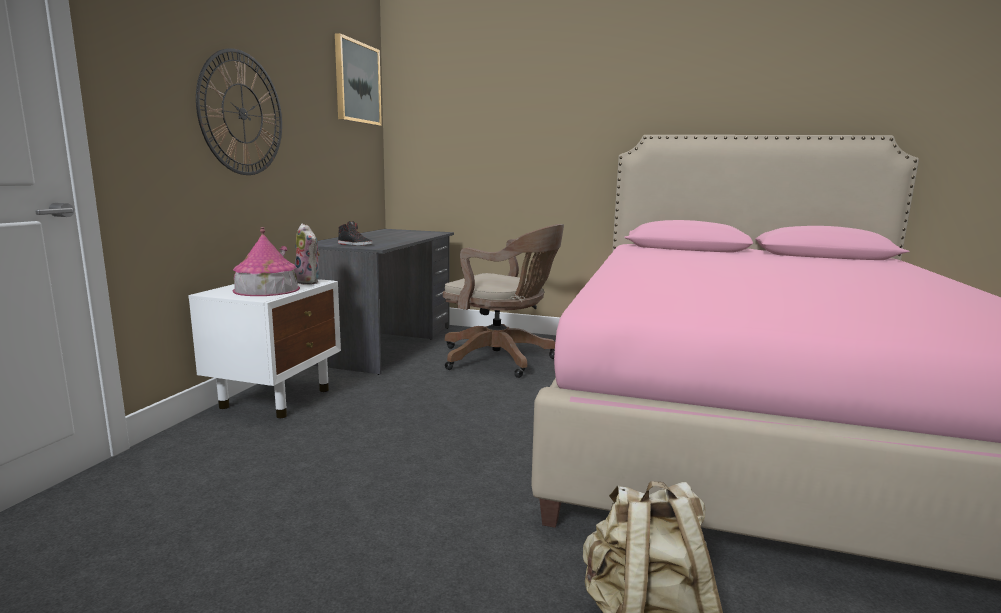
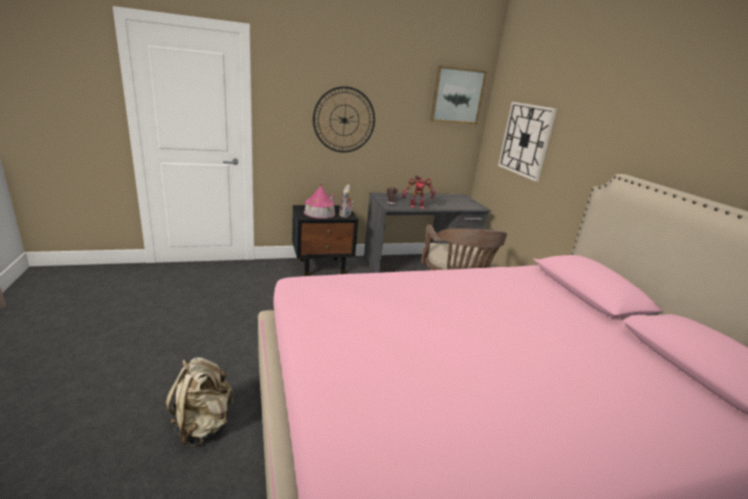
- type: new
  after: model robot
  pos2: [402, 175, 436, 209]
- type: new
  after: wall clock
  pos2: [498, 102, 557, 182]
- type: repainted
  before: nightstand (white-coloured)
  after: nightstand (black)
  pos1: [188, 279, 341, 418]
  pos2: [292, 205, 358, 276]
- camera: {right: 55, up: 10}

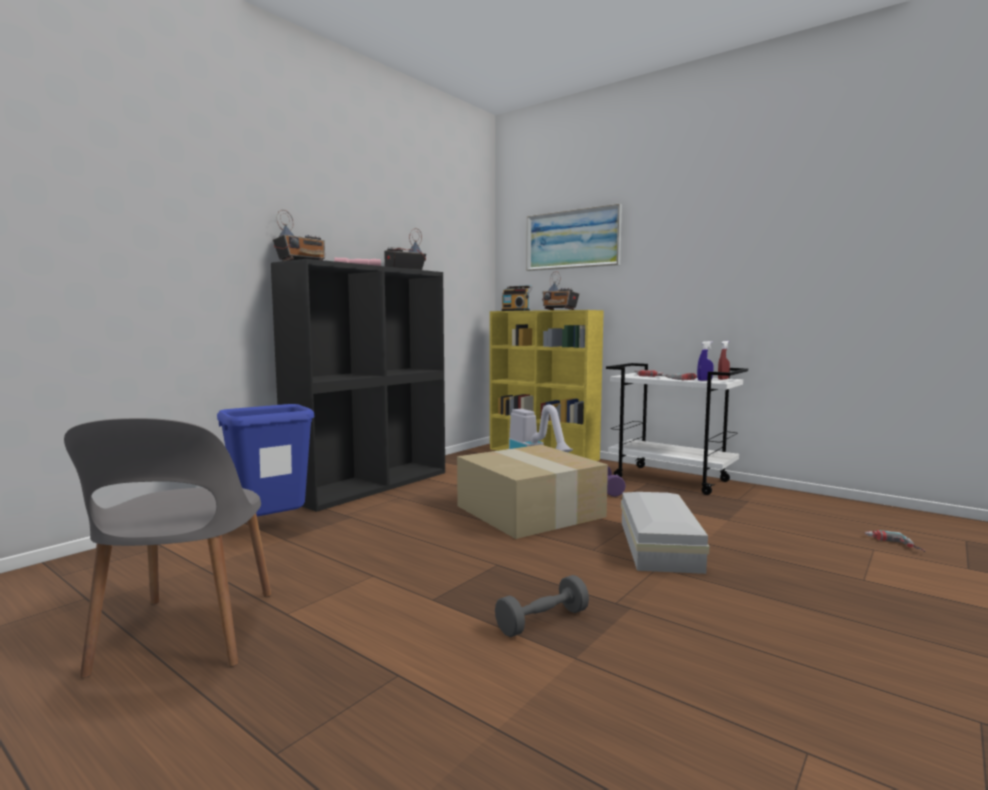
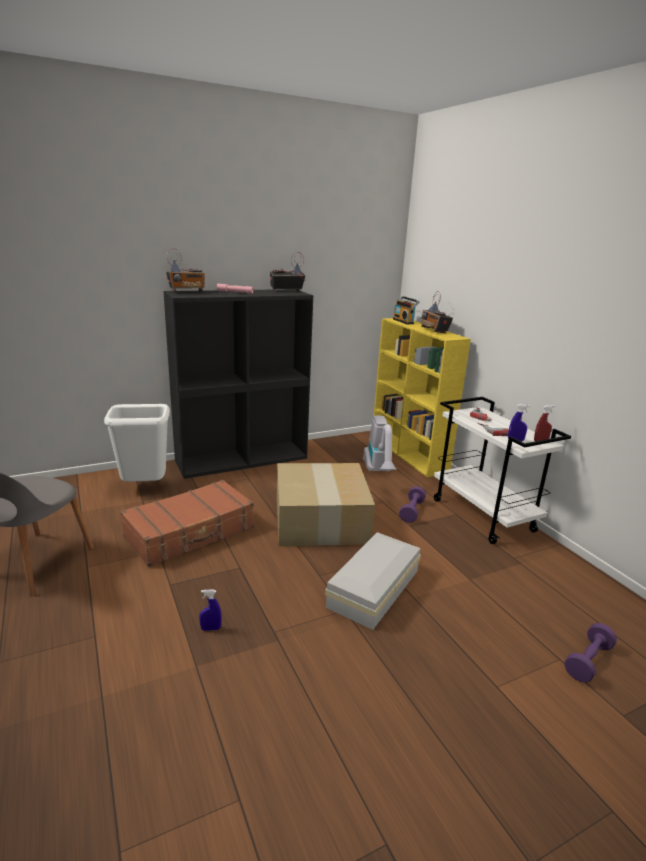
- type: gone
  before: wall art
  pos1: [526, 204, 622, 271]
- type: new
  after: suitcase (brown)
  pos2: [120, 480, 254, 567]
- type: swapped
  before: hand weight (greyish)
  after: hand sprayer (blue)
  pos1: [495, 575, 589, 637]
  pos2: [199, 589, 222, 631]
- type: swapped
  before: drill
  after: hand weight (purplish)
  pos1: [865, 530, 925, 552]
  pos2: [565, 623, 617, 683]
- type: repainted
  before: rubbish bin (blue)
  after: rubbish bin (white-coloured)
  pos1: [217, 404, 315, 516]
  pos2: [104, 404, 170, 482]
- camera: {right: 25, up: 15}

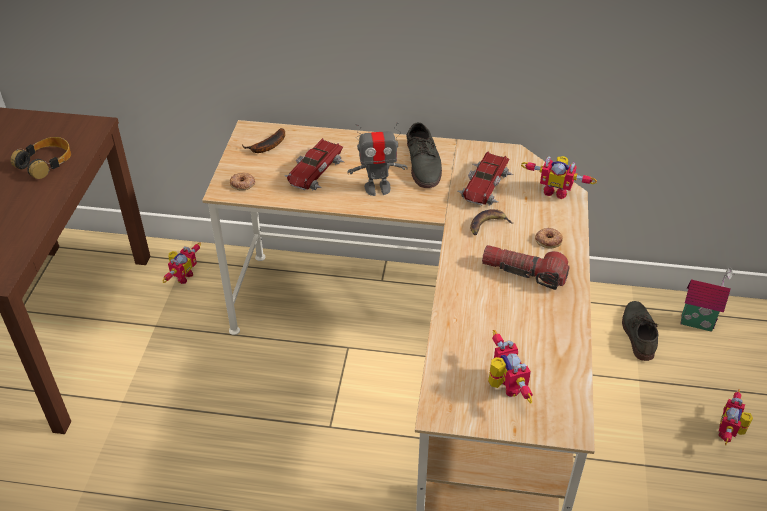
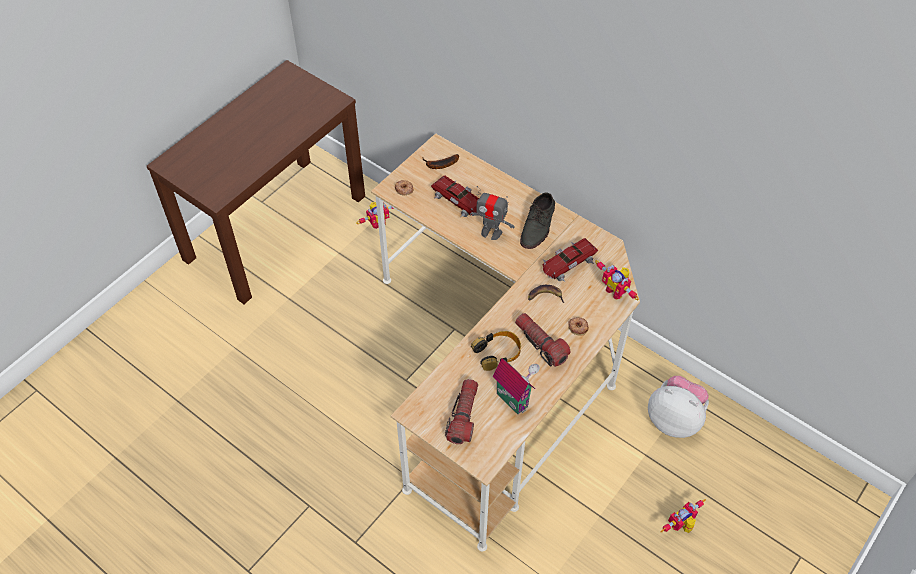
- type: shifted
  before: headset
  pos1: [10, 137, 71, 179]
  pos2: [471, 331, 521, 371]
- type: shifted
  before: toy house
  pos1: [680, 267, 736, 332]
  pos2: [492, 358, 540, 414]
- type: swapped
  before: model robot
  after: torch
  pos1: [488, 330, 533, 403]
  pos2: [445, 379, 478, 444]
- type: swapped
  before: low shoe (greyish)
  after: plush toy
  pos1: [622, 301, 658, 361]
  pos2: [648, 376, 709, 438]
- type: rotated
  before: toy car
  pos1: [285, 138, 344, 191]
  pos2: [431, 175, 479, 217]
  turn: -105
- camera: {right: 30, up: 10}

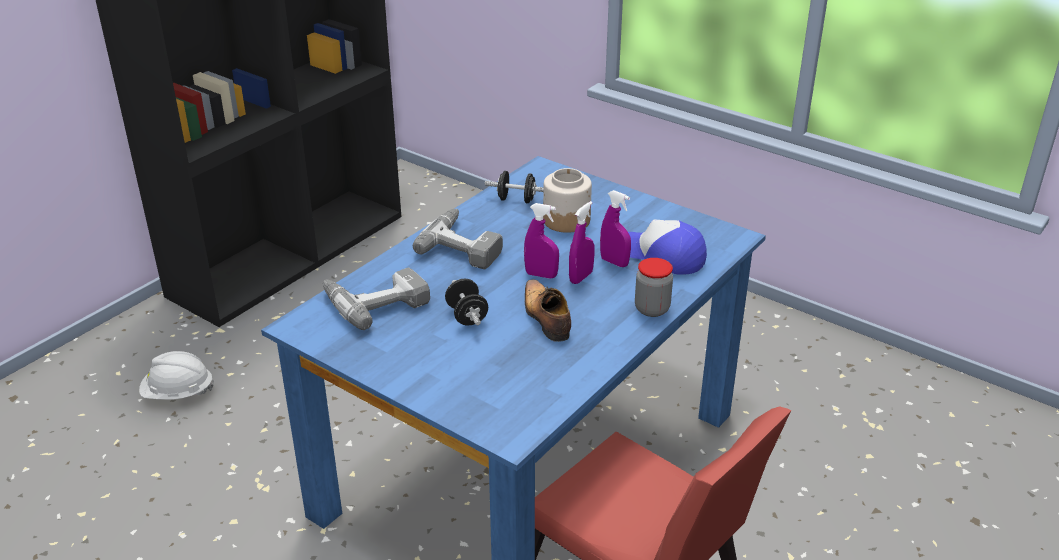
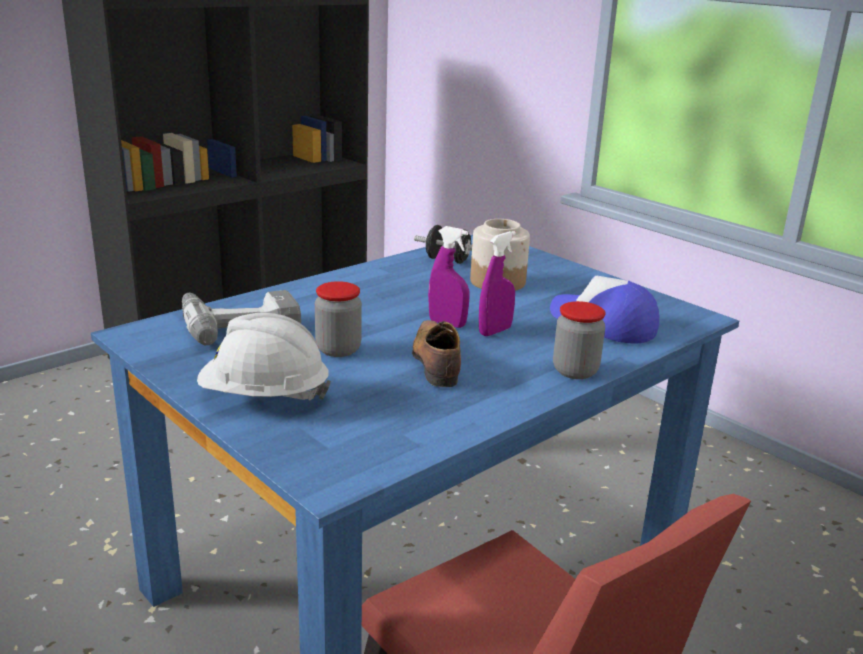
- type: gone
  before: drill
  pos1: [413, 209, 503, 270]
- type: gone
  before: hand sprayer (purplish)
  pos1: [600, 190, 631, 267]
- type: shifted
  before: safety helmet (white-coloured)
  pos1: [139, 351, 214, 400]
  pos2: [197, 313, 331, 400]
- type: swapped
  before: hand weight (black)
  after: preserve jar
  pos1: [445, 279, 488, 325]
  pos2: [315, 281, 362, 357]
- camera: {right: 10, up: -10}

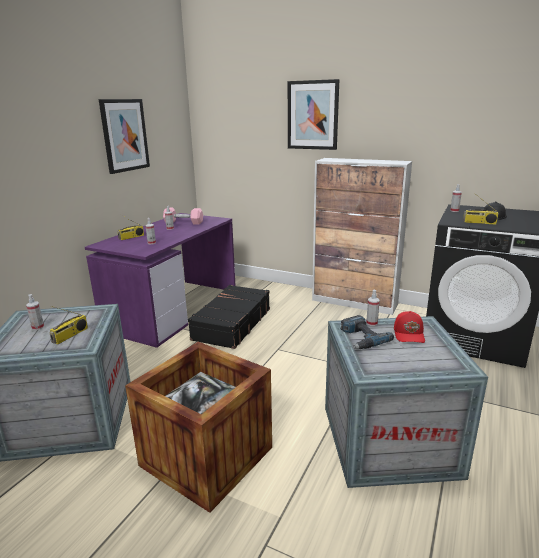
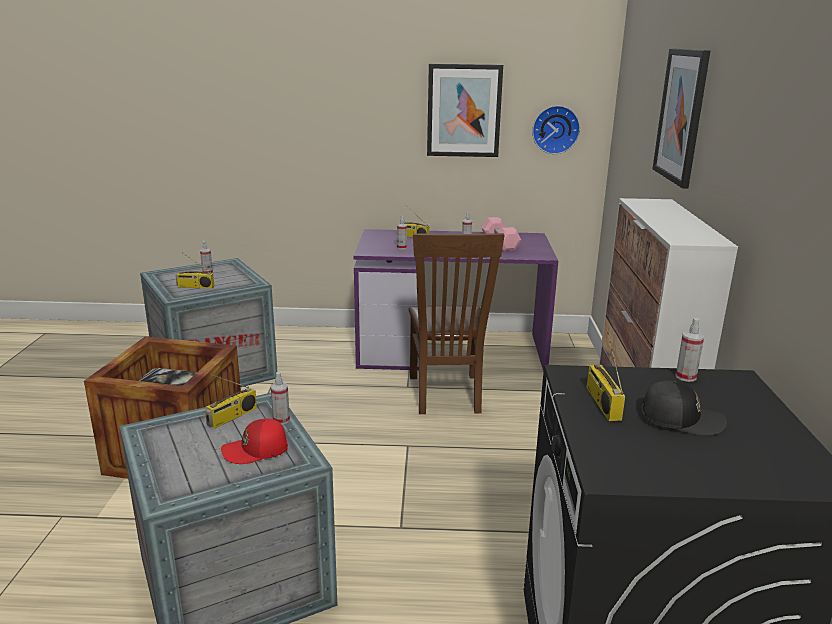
- type: new
  after: wall clock
  pos2: [532, 105, 580, 154]
- type: swapped
  before: suitcase (black)
  after: plain chair (brown)
  pos1: [188, 285, 270, 349]
  pos2: [409, 233, 505, 414]
- type: swapped
  before: drill
  after: radio set
  pos1: [340, 315, 394, 349]
  pos2: [205, 374, 257, 429]
- camera: {right: 65, up: 0}

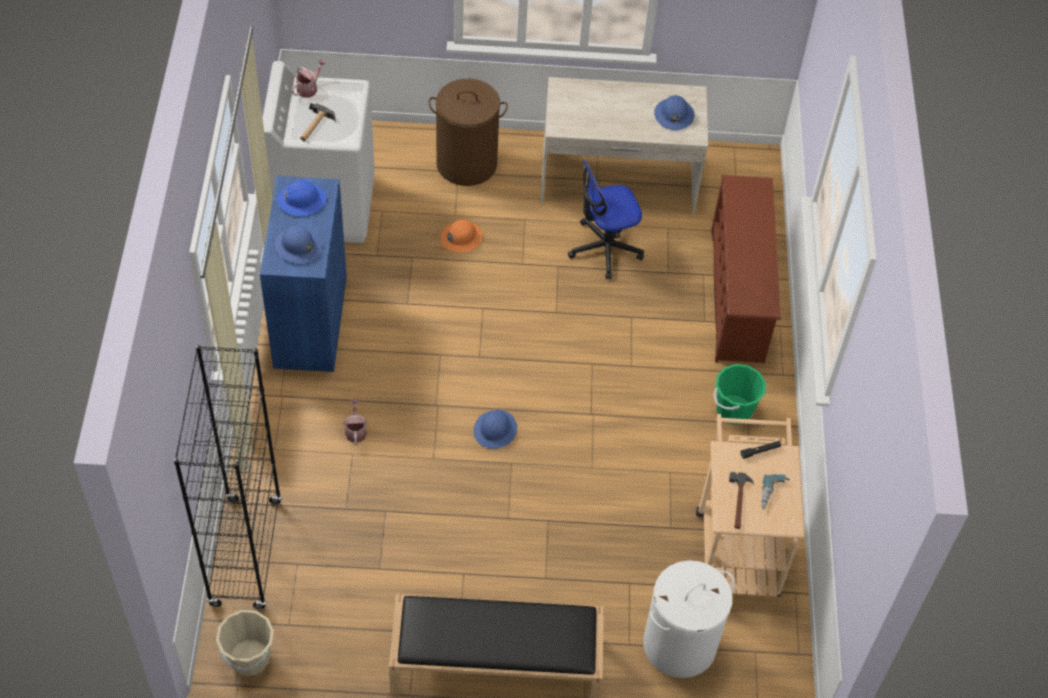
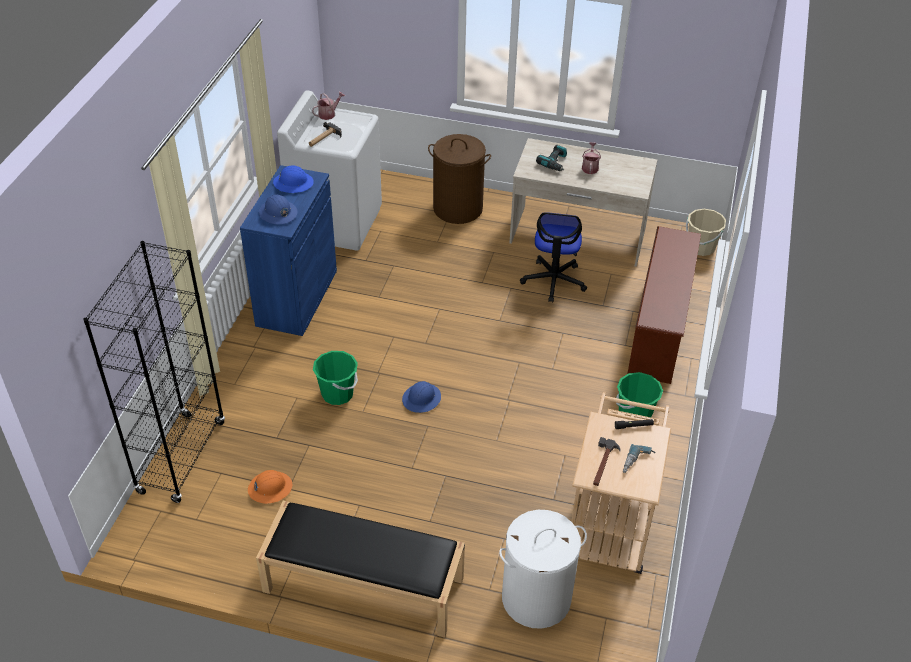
- type: gone
  before: safety helmet (blue)
  pos1: [654, 95, 694, 130]
- type: new
  after: bucket (green)
  pos2: [313, 351, 358, 405]
- type: new
  after: drill
  pos2: [536, 145, 567, 171]
- type: shifted
  before: bucket (sand-coloured)
  pos1: [216, 610, 274, 676]
  pos2: [686, 209, 726, 256]
- type: shifted
  before: watering pot
  pos1: [343, 399, 367, 445]
  pos2: [582, 142, 601, 174]
- type: shifted
  before: safety helmet (orangey)
  pos1: [440, 220, 483, 253]
  pos2: [248, 470, 292, 504]
- type: rotated
  before: office chair
  pos1: [568, 160, 644, 279]
  pos2: [520, 212, 587, 302]
  turn: -75
- camera: {right: 15, up: -10}

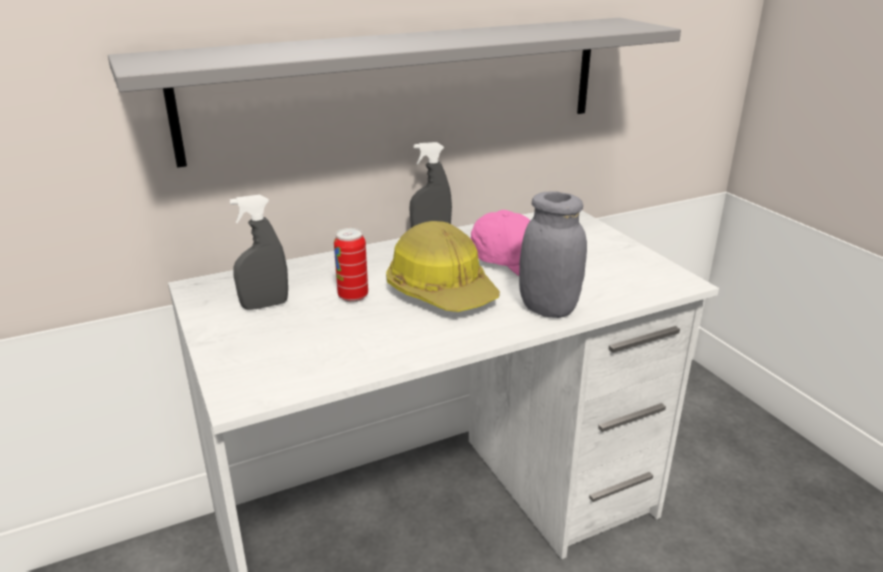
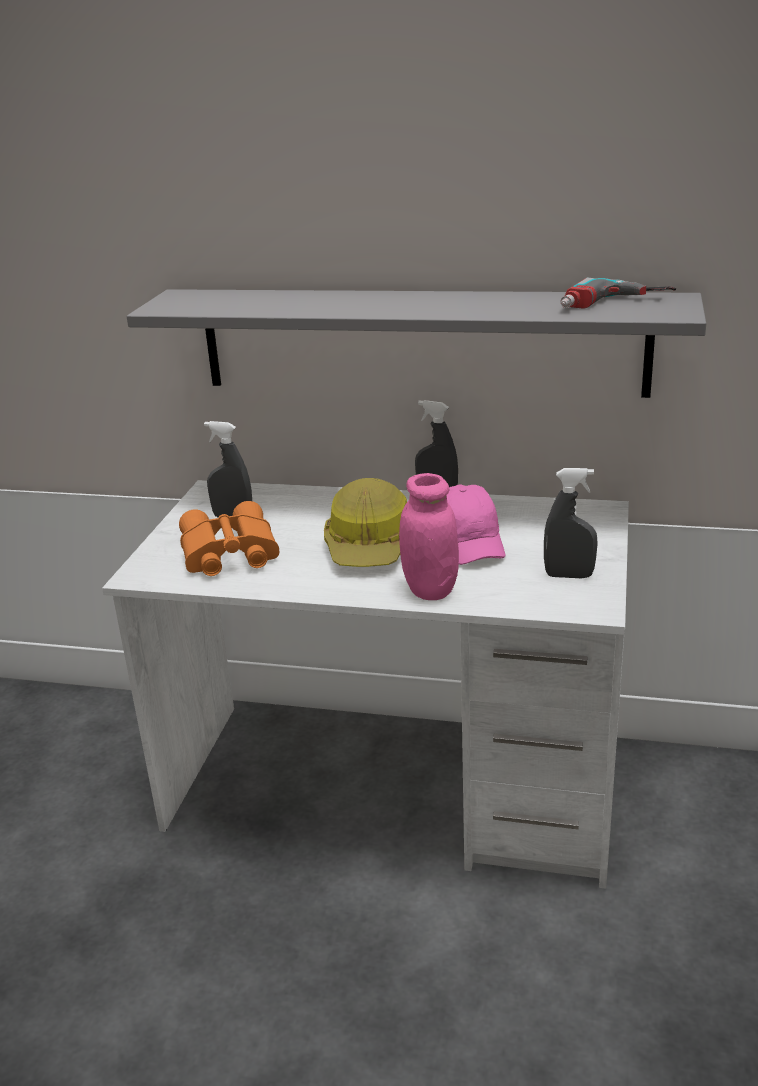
- type: gone
  before: can
  pos1: [334, 228, 368, 302]
- type: new
  after: binoculars (orangey)
  pos2: [179, 501, 279, 576]
- type: new
  after: hand sprayer (greyish)
  pos2: [544, 468, 598, 578]
- type: new
  after: drill
  pos2: [561, 277, 676, 308]
- type: repainted
  before: preserve jar (greyish)
  after: preserve jar (pink)
  pos1: [519, 191, 587, 318]
  pos2: [399, 473, 459, 600]
- camera: {right: 40, up: 0}

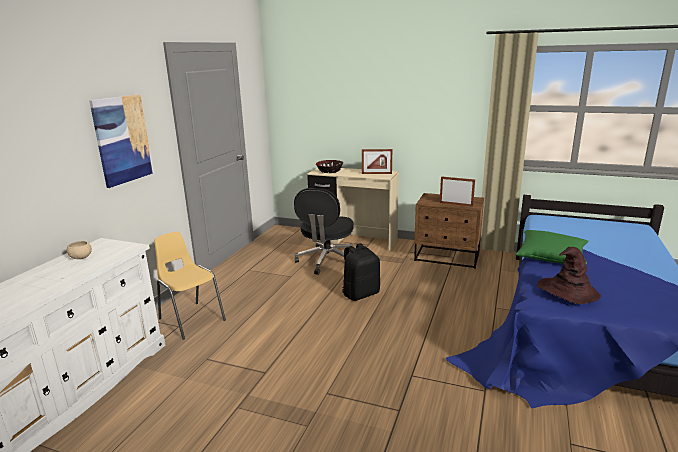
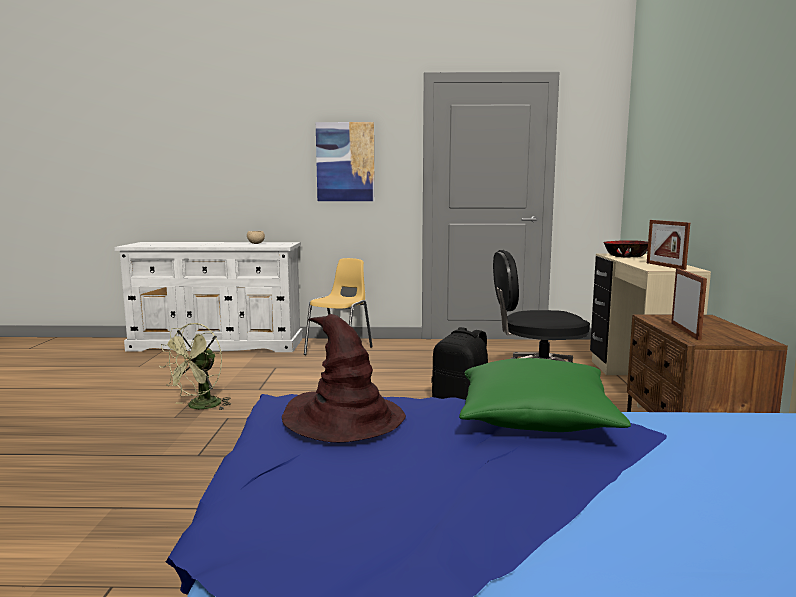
- type: new
  after: cooling fan (green)
  pos2: [159, 323, 231, 410]
- camera: {right: 70, up: -10}

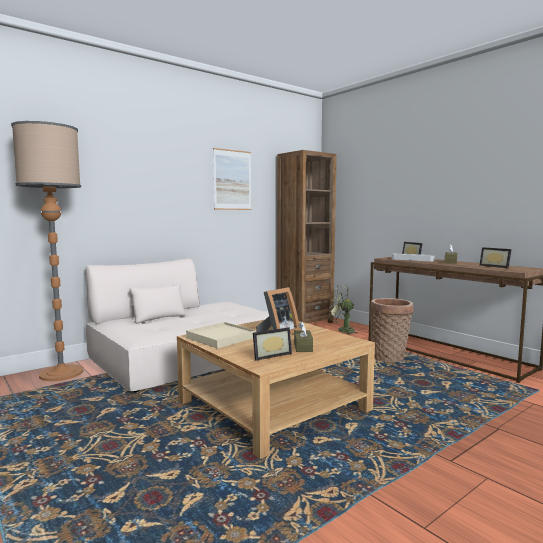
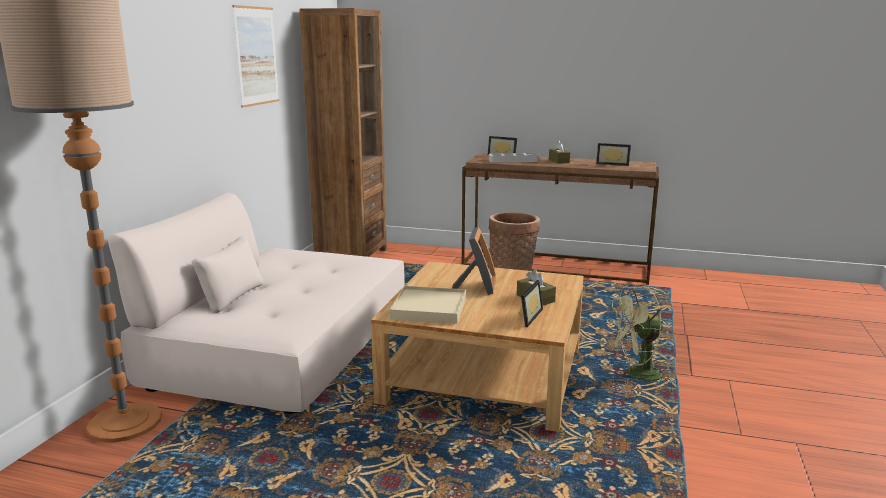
- type: shifted
  before: cooling fan (green)
  pos1: [329, 284, 359, 334]
  pos2: [607, 286, 672, 388]
- camera: {right: -35, up: 10}

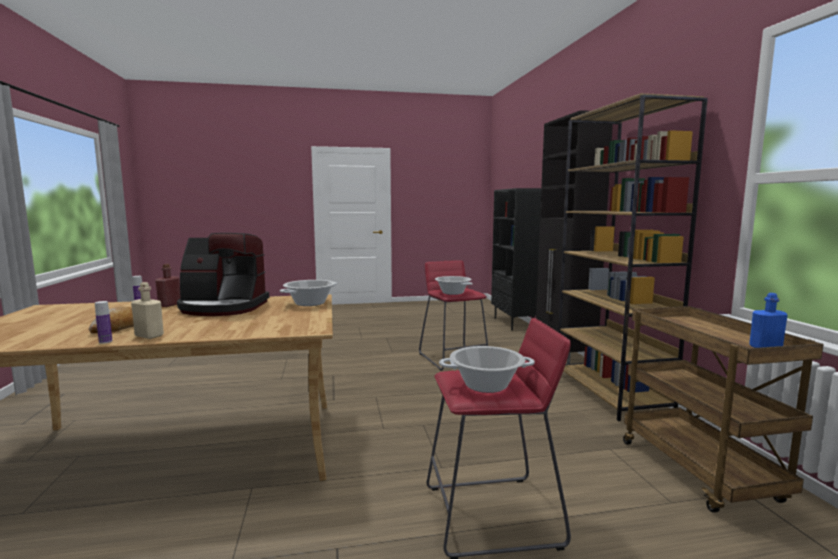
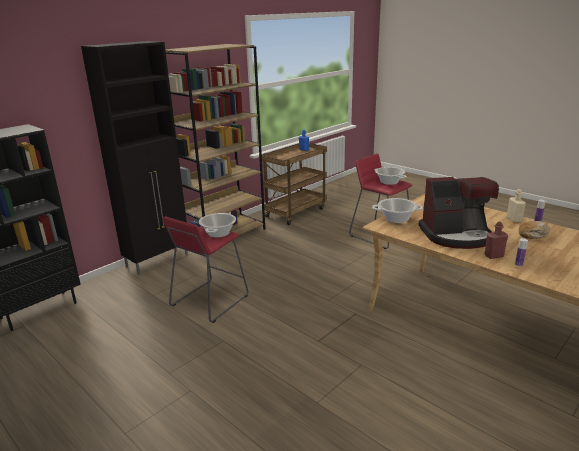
- type: rotated
  before: coffee brewer
  pos1: [177, 233, 269, 316]
  pos2: [419, 177, 499, 249]
  turn: 120
- camera: {right: -125, up: 15}

